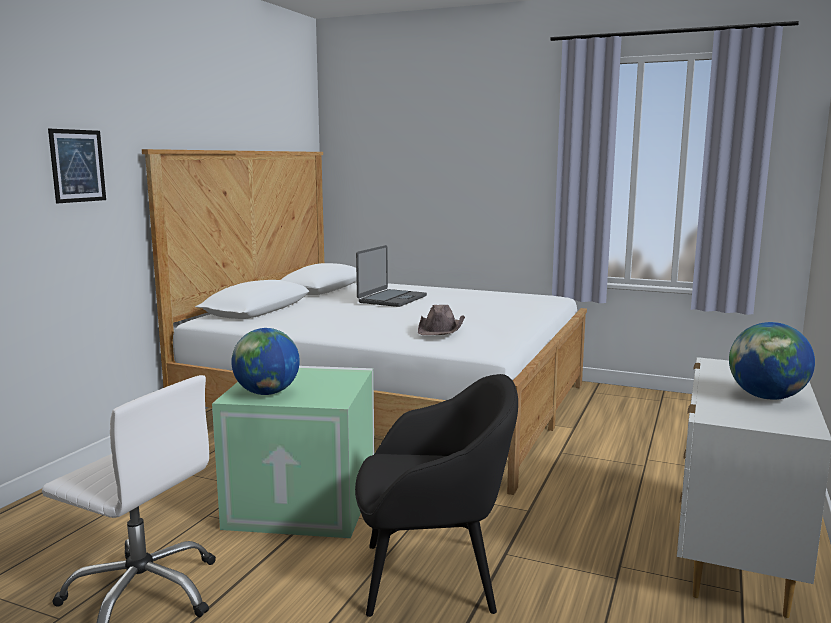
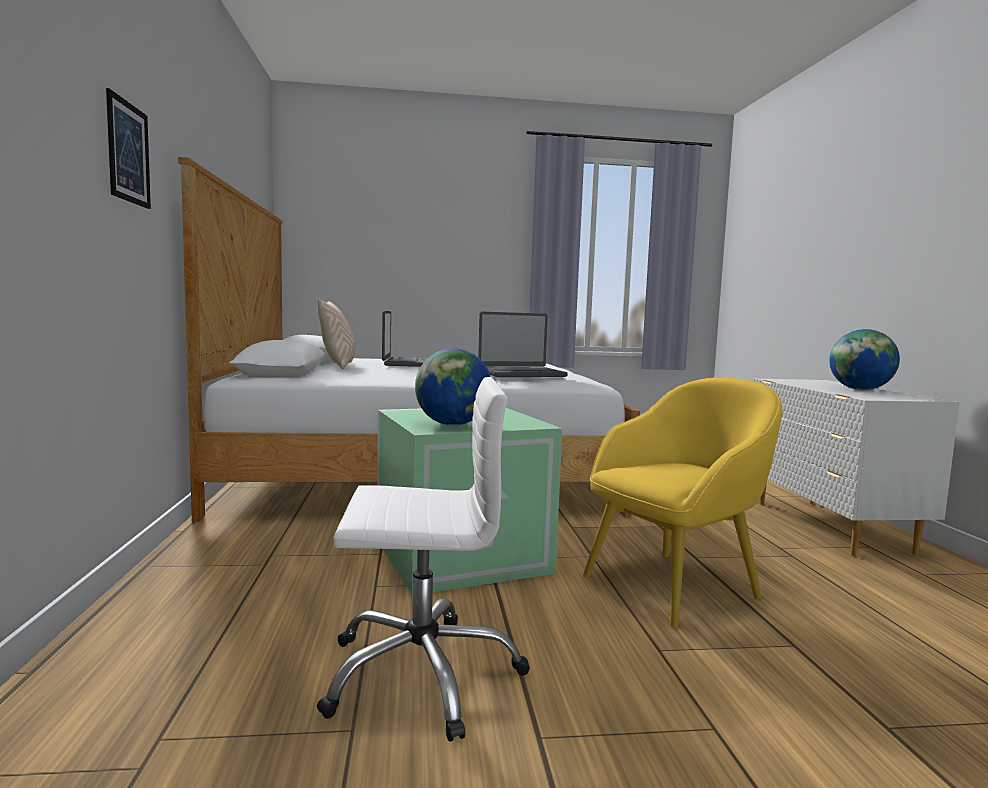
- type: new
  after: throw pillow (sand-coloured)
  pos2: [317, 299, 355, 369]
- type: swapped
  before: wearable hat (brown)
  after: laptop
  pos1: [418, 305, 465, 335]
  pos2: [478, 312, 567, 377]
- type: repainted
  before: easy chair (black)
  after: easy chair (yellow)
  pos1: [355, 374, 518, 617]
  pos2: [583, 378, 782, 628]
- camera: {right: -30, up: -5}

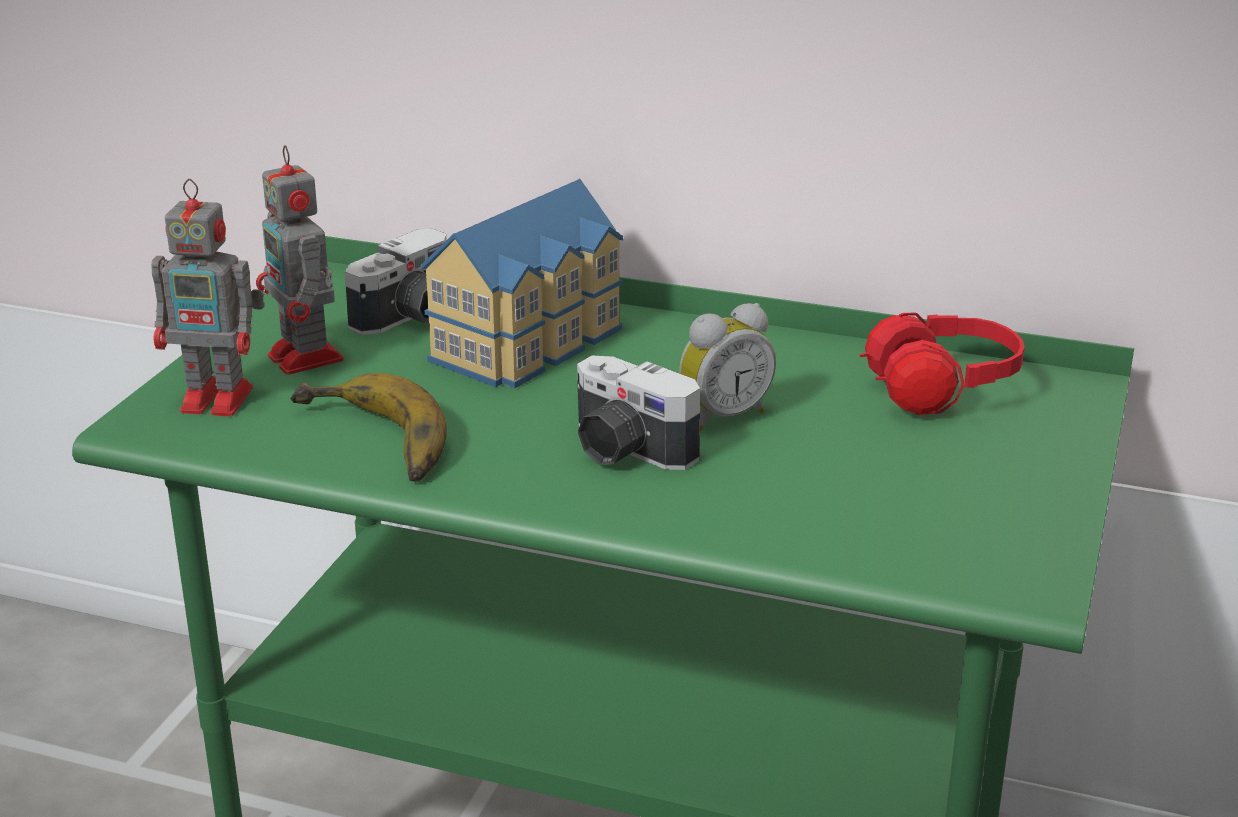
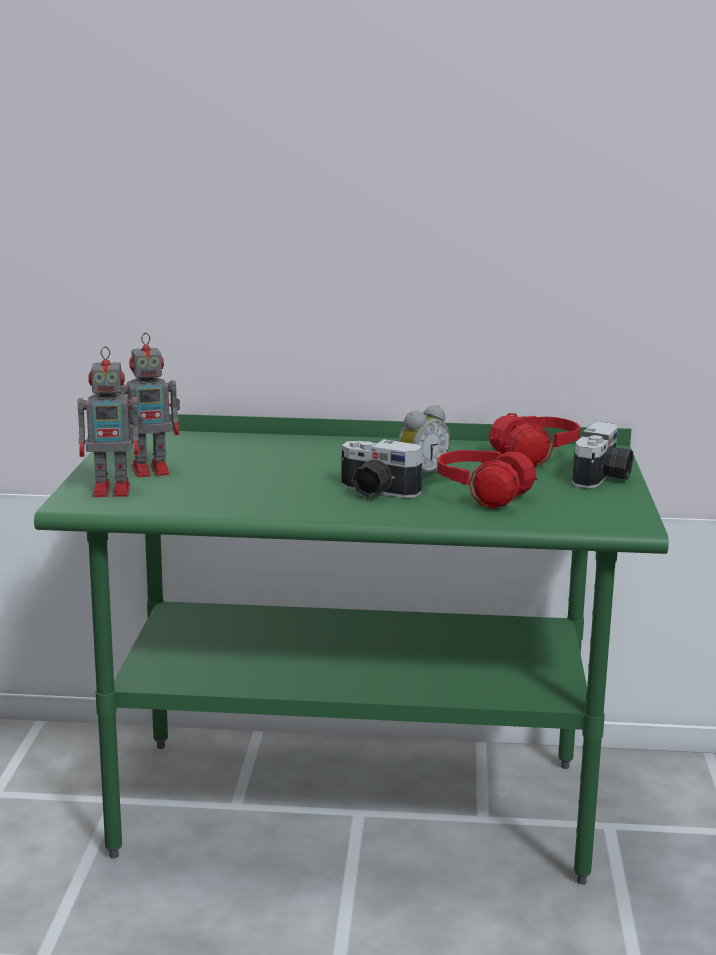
- type: gone
  before: whole banana
  pos1: [290, 373, 447, 482]
- type: gone
  before: toy house
  pos1: [421, 178, 623, 389]
- type: new
  after: headset (red)
  pos2: [437, 449, 538, 509]
- type: shifted
  before: photo camera
  pos1: [345, 229, 447, 335]
  pos2: [572, 422, 633, 489]
- type: rotated
  before: model robot
  pos1: [256, 145, 344, 375]
  pos2: [119, 333, 180, 477]
  turn: -60
- camera: {right: -15, up: -10}

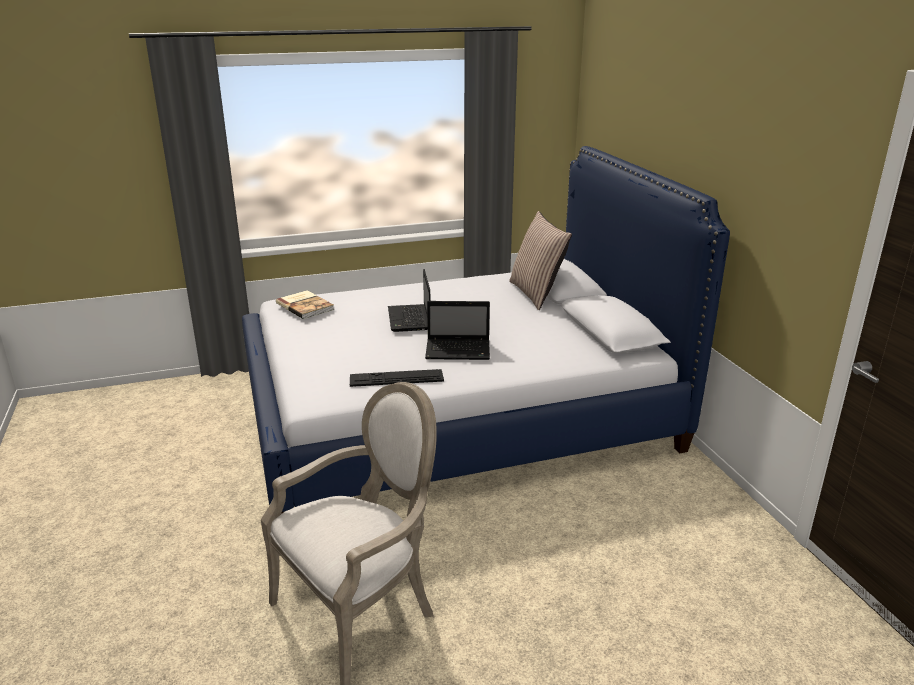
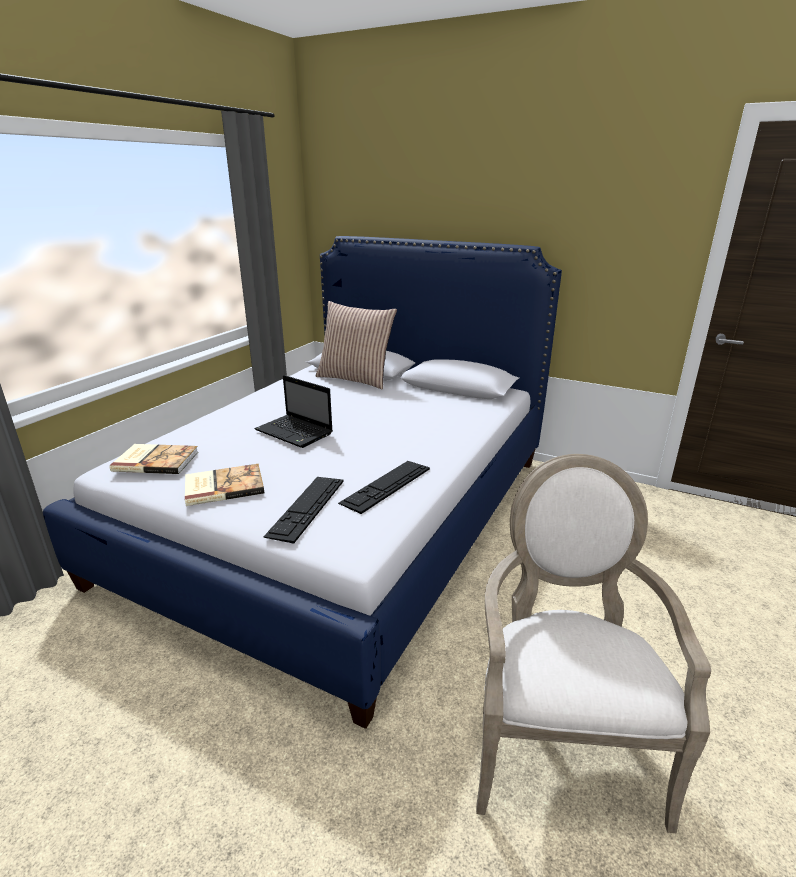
- type: gone
  before: laptop
  pos1: [425, 301, 490, 360]
- type: new
  after: book
  pos2: [185, 464, 264, 506]
- type: new
  after: computer keyboard
  pos2: [263, 477, 344, 544]
- camera: {right: -45, up: 0}

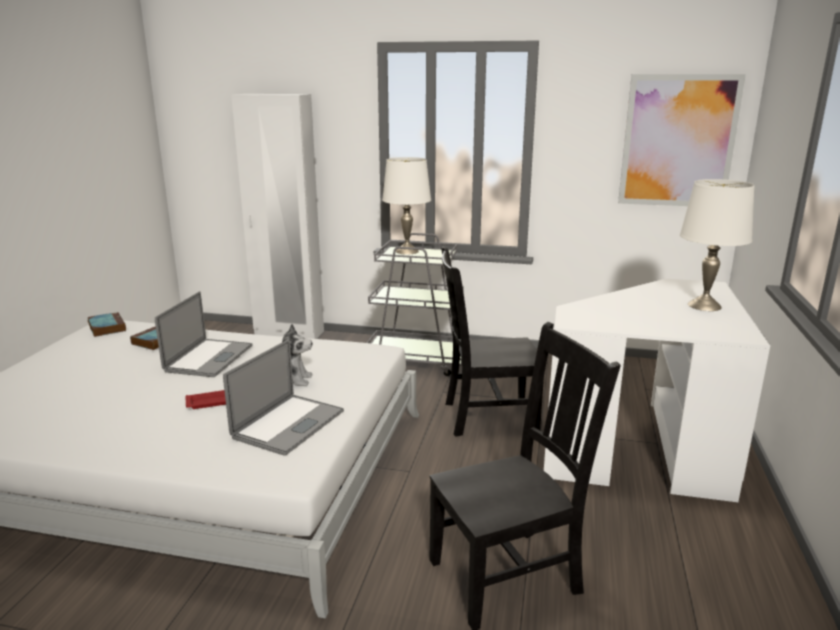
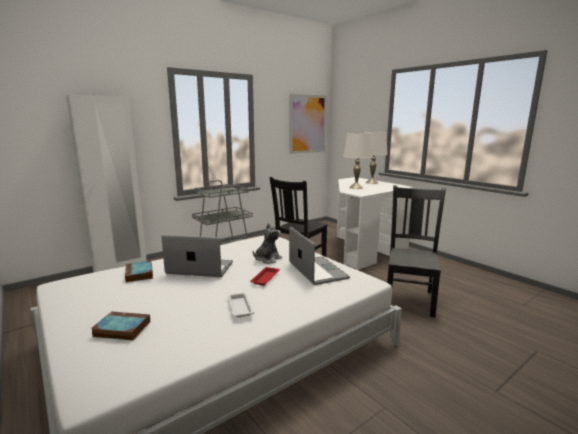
- type: new
  after: serving tray (white-coloured)
  pos2: [228, 292, 254, 317]
- type: shifted
  before: book
  pos1: [88, 312, 126, 337]
  pos2: [91, 311, 150, 341]
- type: shifted
  before: lamp for a table (white-coloured)
  pos1: [382, 157, 431, 255]
  pos2: [343, 133, 373, 189]
- type: rotated
  before: laptop
  pos1: [155, 291, 253, 377]
  pos2: [161, 235, 233, 277]
  turn: -45
- camera: {right: -50, up: -5}

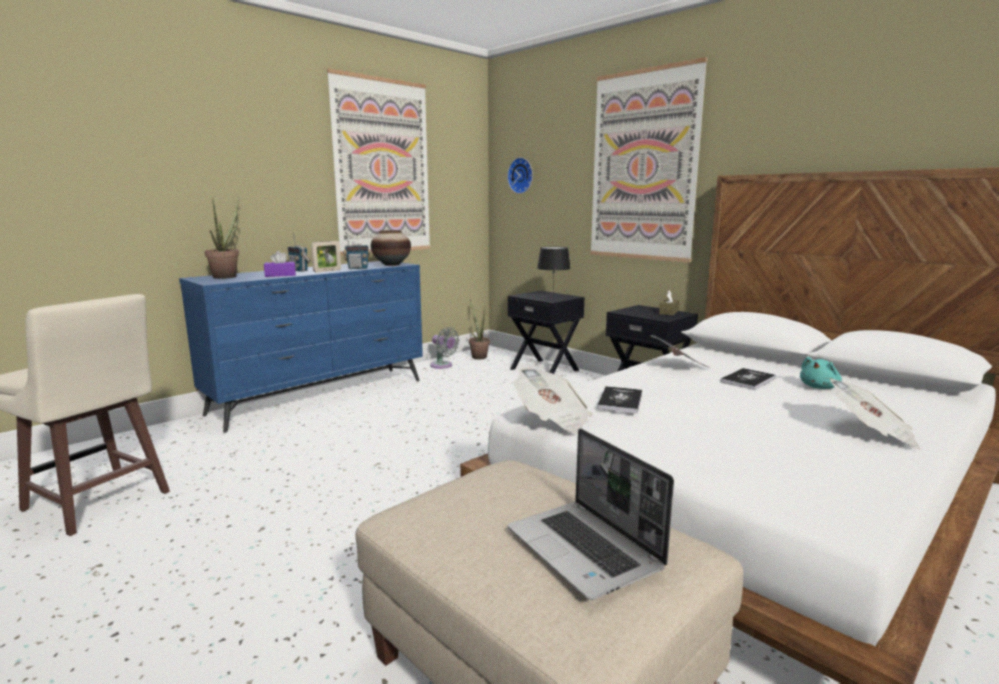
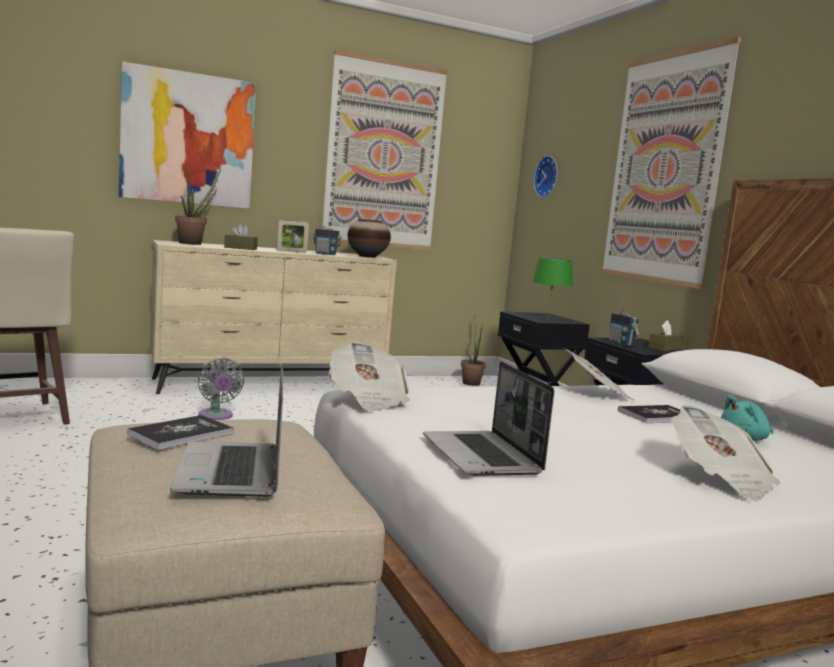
- type: new
  after: wall art
  pos2: [119, 62, 256, 209]
- type: new
  after: laptop
  pos2: [423, 361, 554, 476]
- type: shifted
  before: radio set
  pos1: [288, 233, 311, 272]
  pos2: [609, 298, 640, 346]
- type: shifted
  before: cooling fan (greyish)
  pos1: [430, 327, 459, 369]
  pos2: [198, 358, 244, 420]
- type: shifted
  before: book
  pos1: [597, 386, 642, 413]
  pos2: [127, 415, 234, 450]
- type: repainted
  before: chest of drawers (blue)
  after: chest of drawers (sand-coloured)
  pos1: [179, 261, 423, 433]
  pos2: [150, 240, 397, 394]
- type: repainted
  before: tissue holder (purplish)
  after: tissue holder (brown)
  pos1: [264, 251, 296, 277]
  pos2: [224, 223, 258, 250]
- type: repainted
  before: lamp for a table (black)
  after: lamp for a table (green)
  pos1: [537, 247, 571, 295]
  pos2: [532, 257, 573, 320]
- camera: {right: 20, up: -5}

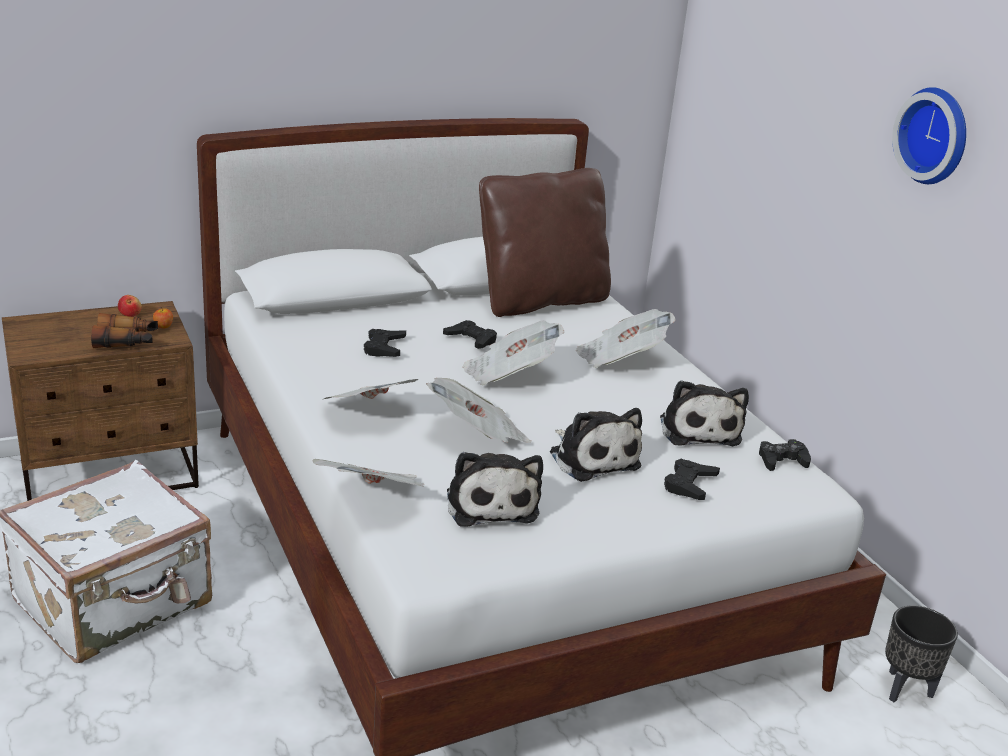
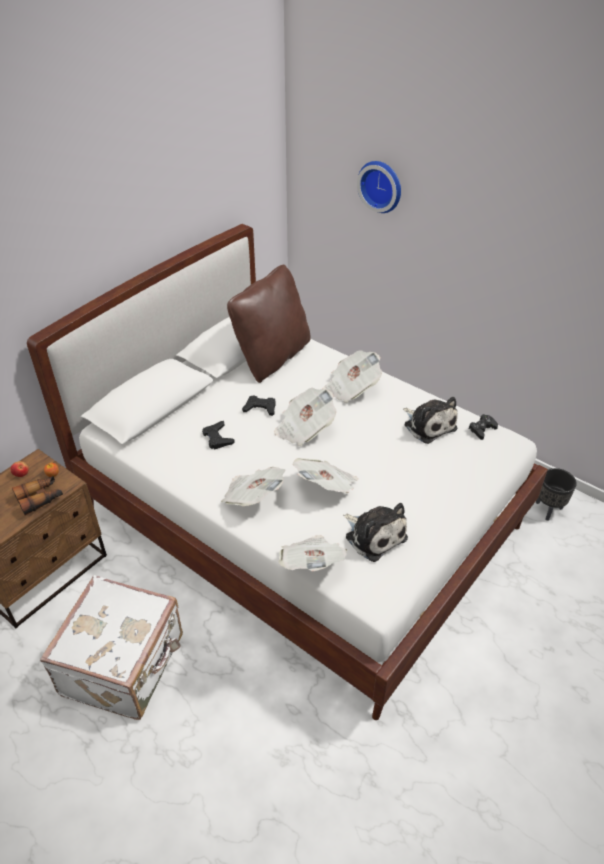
- type: gone
  before: plush toy
  pos1: [550, 408, 642, 482]
- type: gone
  before: gamepad (black)
  pos1: [664, 459, 720, 500]
- type: shifted
  before: wall clock
  pos1: [892, 87, 966, 184]
  pos2: [357, 161, 401, 213]
- camera: {right: -25, up: 15}

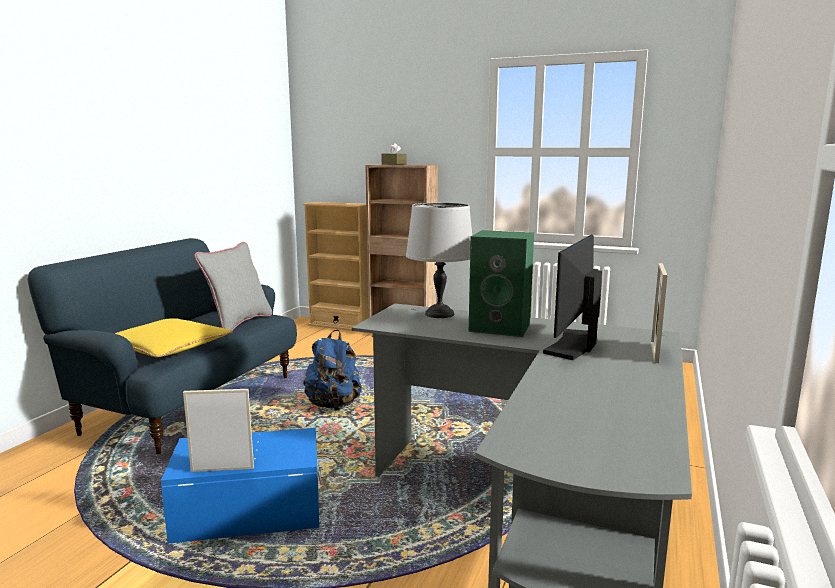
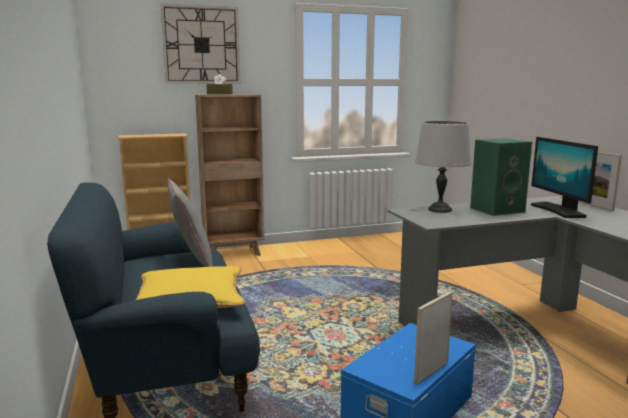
- type: gone
  before: knapsack (blue)
  pos1: [303, 329, 362, 411]
- type: new
  after: wall clock
  pos2: [160, 3, 241, 84]
- camera: {right: -40, up: 0}

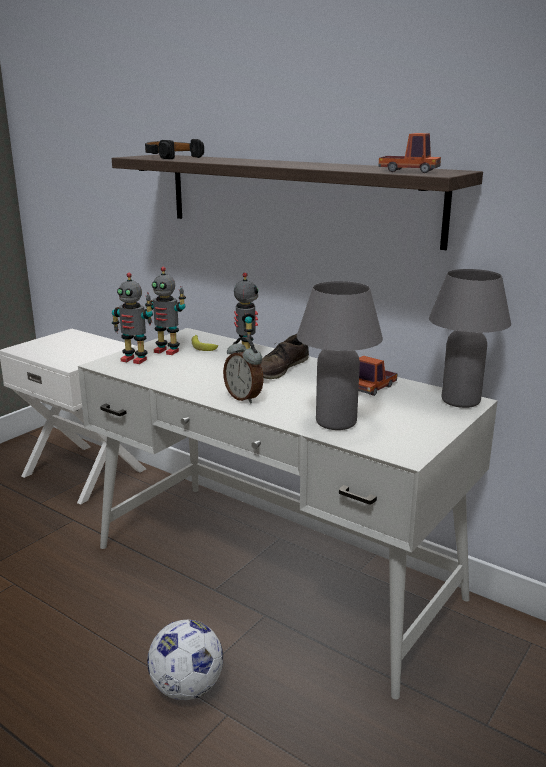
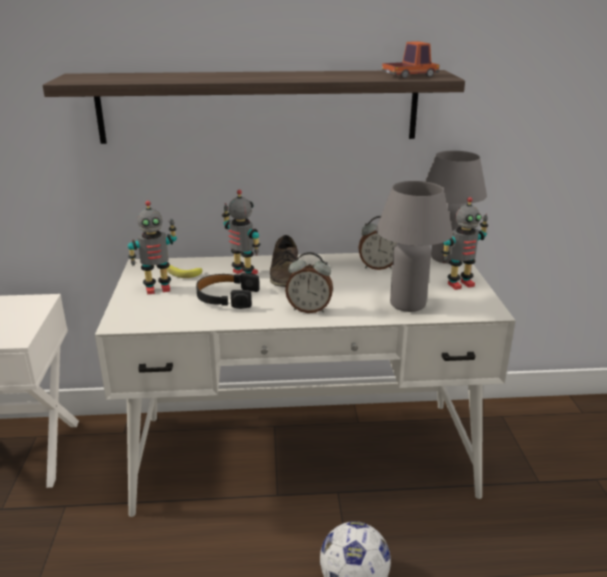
- type: shifted
  before: model robot
  pos1: [112, 273, 153, 364]
  pos2: [442, 197, 488, 290]
- type: shifted
  before: headset (black)
  pos1: [145, 139, 204, 159]
  pos2: [196, 273, 260, 309]
- type: swapped
  before: toy truck
  after: alarm clock
  pos1: [358, 356, 398, 396]
  pos2: [358, 216, 397, 270]
- camera: {right: -40, up: 5}

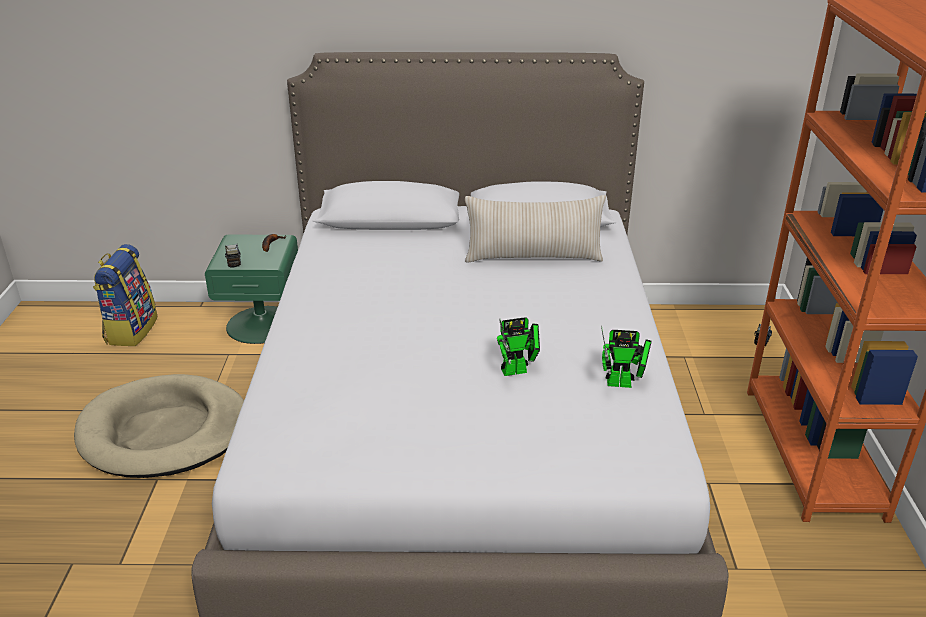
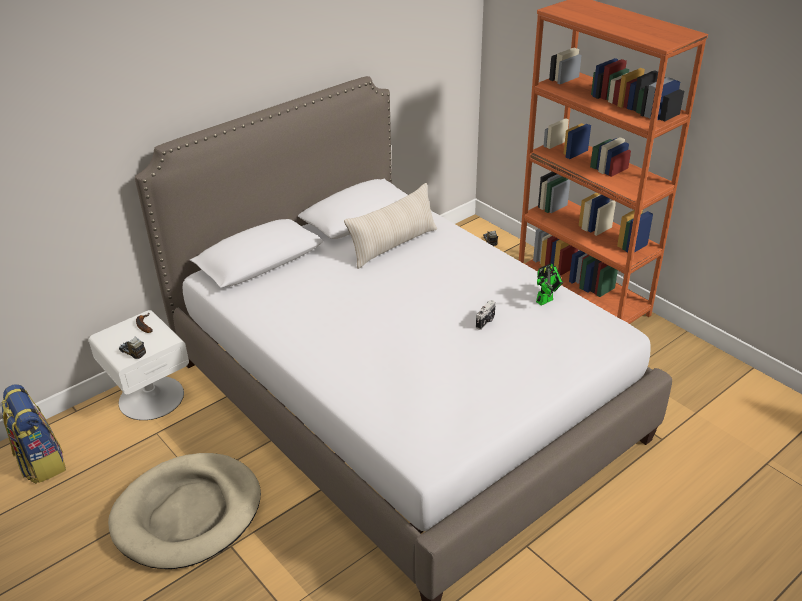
- type: swapped
  before: model robot
  after: photo camera
  pos1: [497, 317, 540, 376]
  pos2: [476, 300, 496, 330]
- type: repainted
  before: nightstand (green)
  after: nightstand (white-coloured)
  pos1: [205, 235, 298, 344]
  pos2: [89, 310, 189, 420]
- camera: {right: -40, up: 5}

